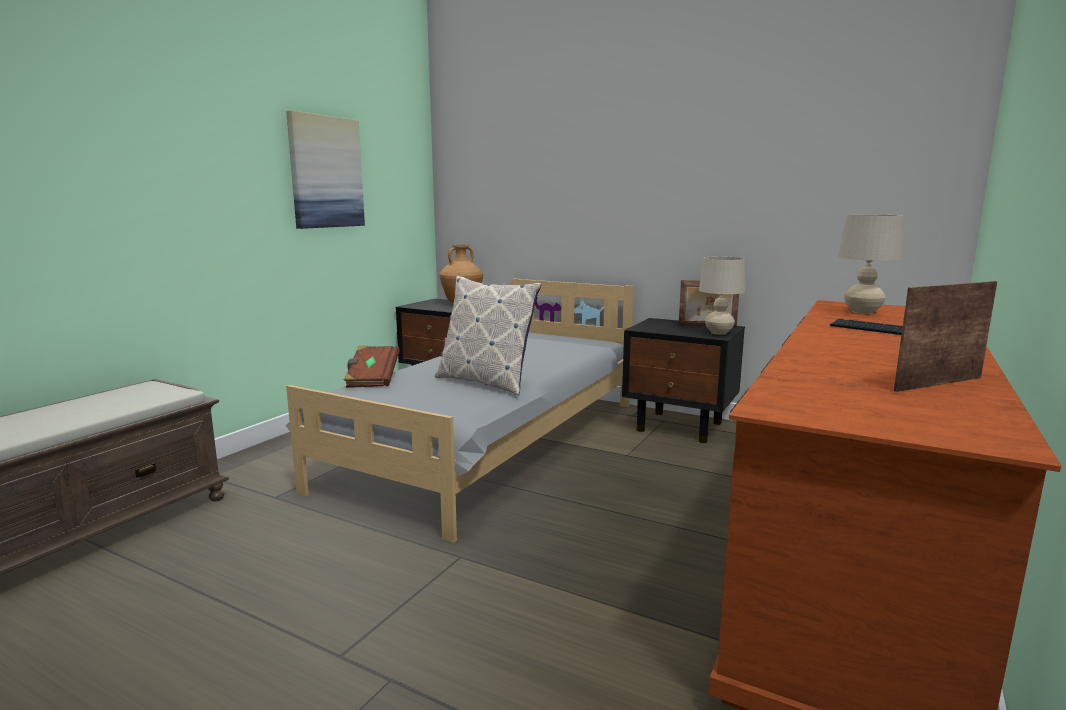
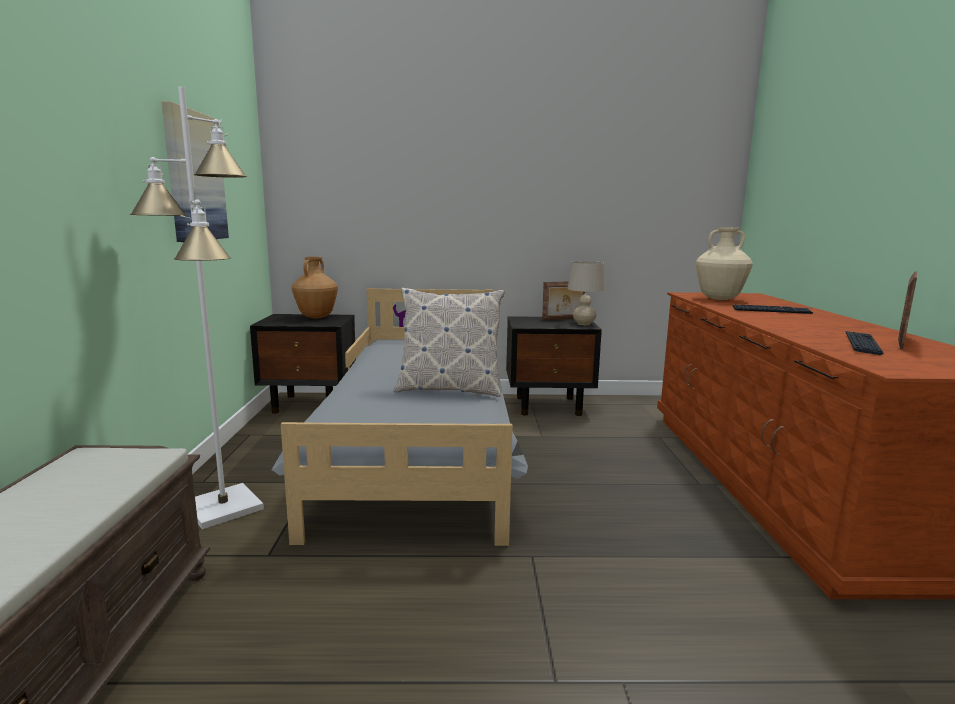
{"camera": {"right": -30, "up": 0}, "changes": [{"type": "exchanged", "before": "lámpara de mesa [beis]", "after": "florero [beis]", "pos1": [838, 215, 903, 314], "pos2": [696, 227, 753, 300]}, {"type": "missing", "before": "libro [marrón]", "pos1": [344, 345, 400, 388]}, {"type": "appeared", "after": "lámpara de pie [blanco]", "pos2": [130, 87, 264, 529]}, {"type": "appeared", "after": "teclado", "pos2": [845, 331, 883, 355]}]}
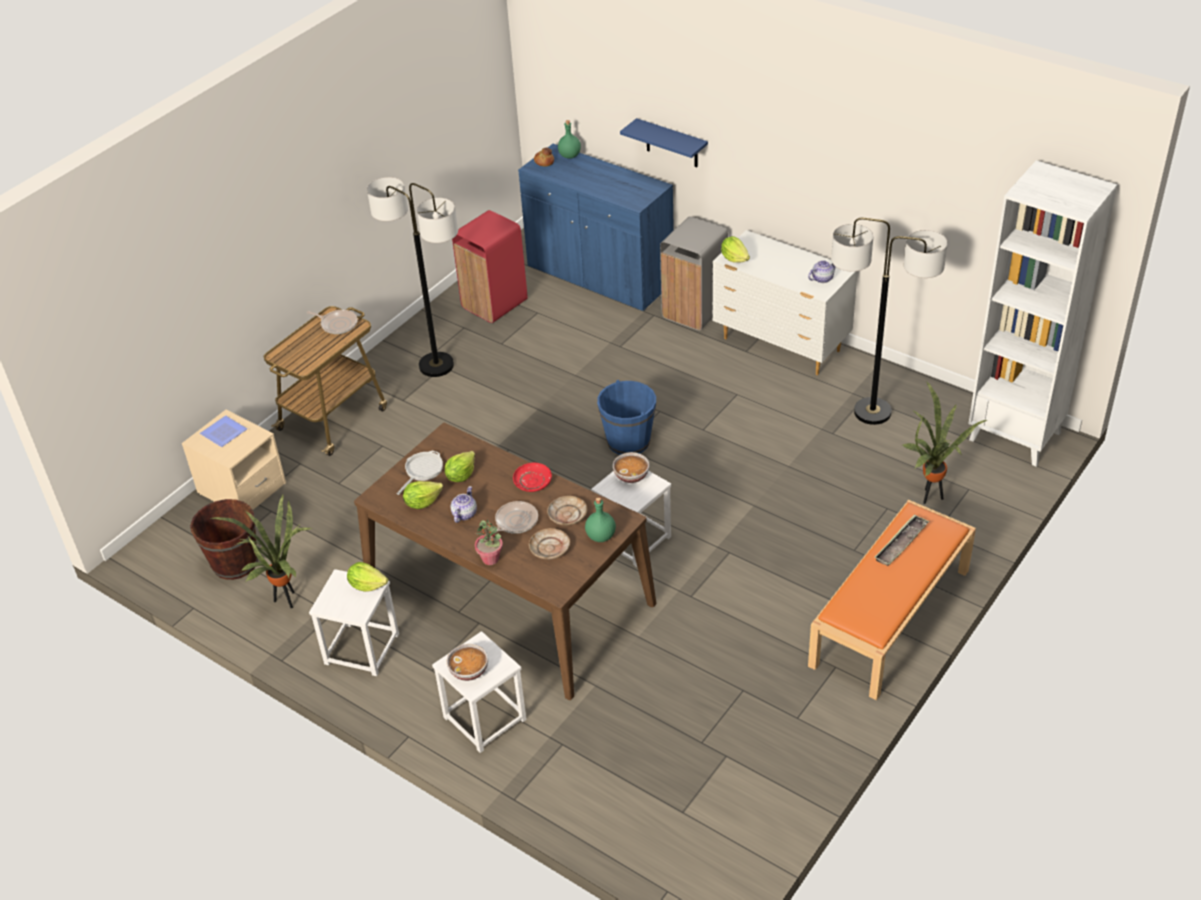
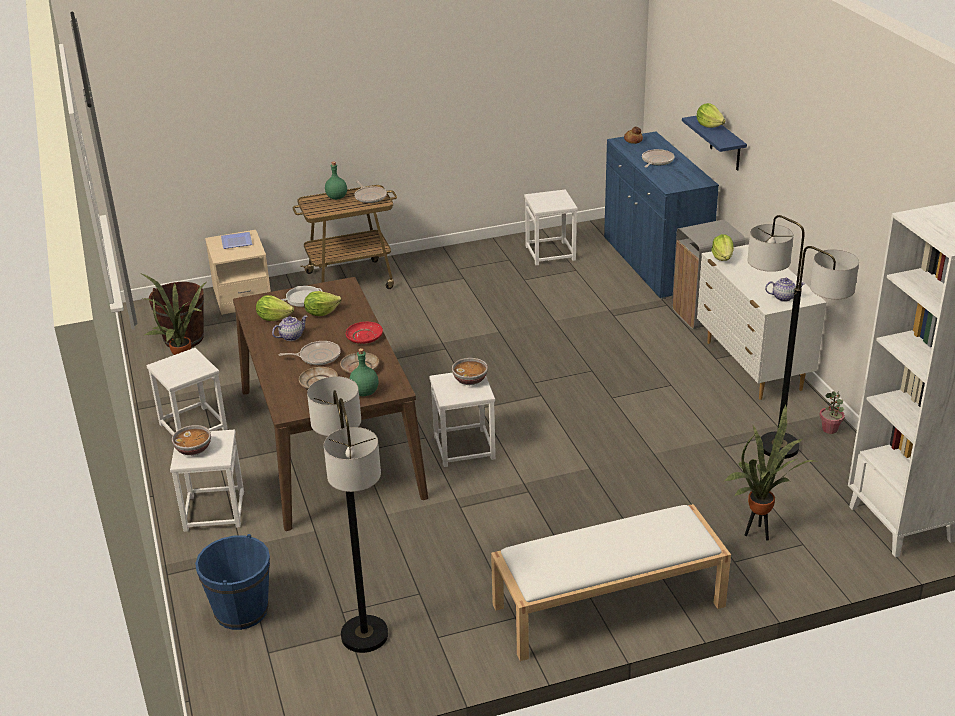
{"camera": {"right": 35, "up": -10}, "changes": [{"type": "relocated", "before": "botella [verde]", "pos1": [558, 120, 581, 159], "pos2": [325, 162, 347, 200]}, {"type": "relocated", "before": "lámpara de pie", "pos1": [367, 177, 458, 377], "pos2": [307, 376, 388, 653]}, {"type": "exchanged", "before": "papelera [rojo]", "after": "taburete [blanco]", "pos1": [452, 210, 527, 323], "pos2": [524, 189, 578, 266]}, {"type": "relocated", "before": "cubo [azul]", "pos1": [597, 380, 656, 455], "pos2": [195, 534, 270, 630]}, {"type": "colour", "before": "banco [naranja]", "after": "banco [blanco]", "pos1": [808, 500, 976, 700], "pos2": [491, 504, 731, 661]}, {"type": "missing", "before": "bandeja", "pos1": [874, 514, 930, 566]}, {"type": "relocated", "before": "planta en maceta", "pos1": [475, 519, 503, 565], "pos2": [819, 391, 845, 434]}, {"type": "relocated", "before": "lechuga", "pos1": [347, 562, 388, 592], "pos2": [696, 103, 726, 128]}, {"type": "appeared", "after": "sartén", "pos2": [642, 149, 675, 168]}]}
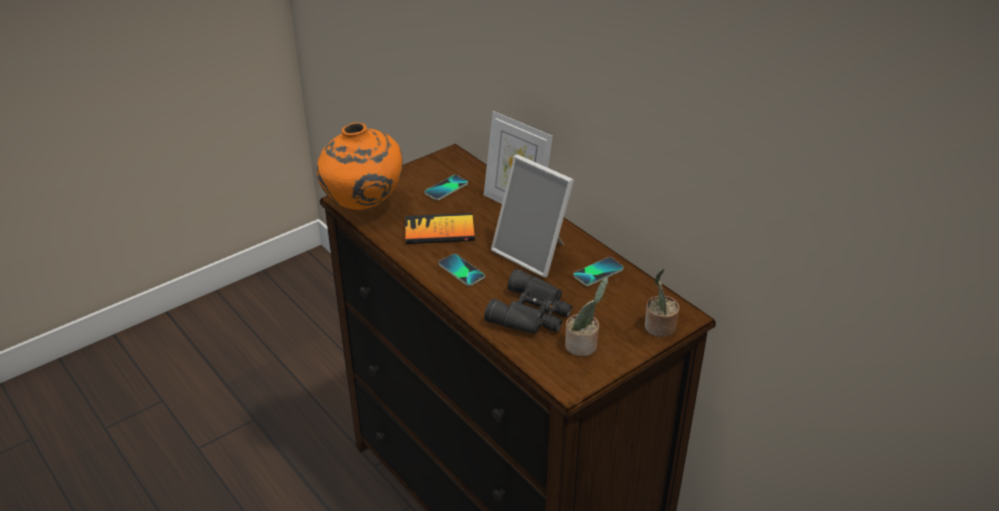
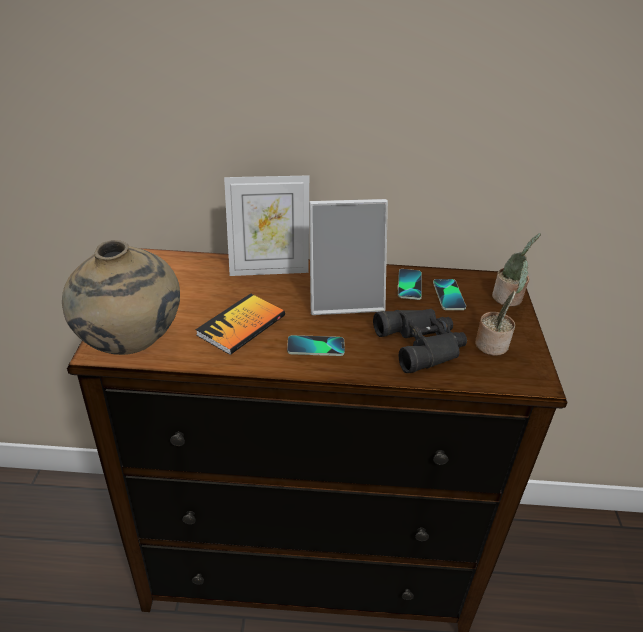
{"camera": {"right": -50, "up": 0}, "changes": [{"type": "colour", "before": "florero [naranja]", "after": "florero [beis]", "pos1": [317, 122, 403, 210], "pos2": [62, 240, 180, 355]}, {"type": "relocated", "before": "móvil", "pos1": [424, 175, 468, 200], "pos2": [433, 279, 466, 310]}]}
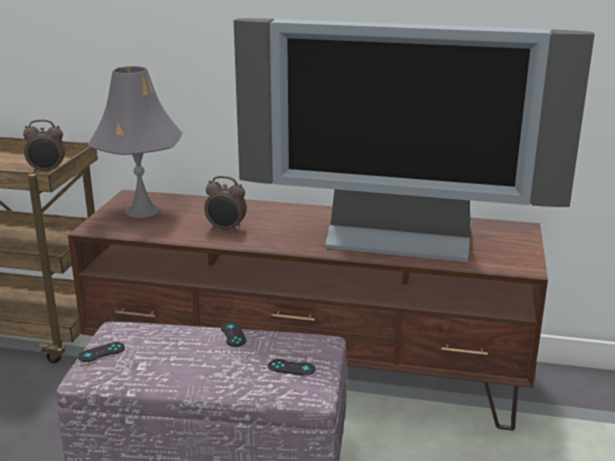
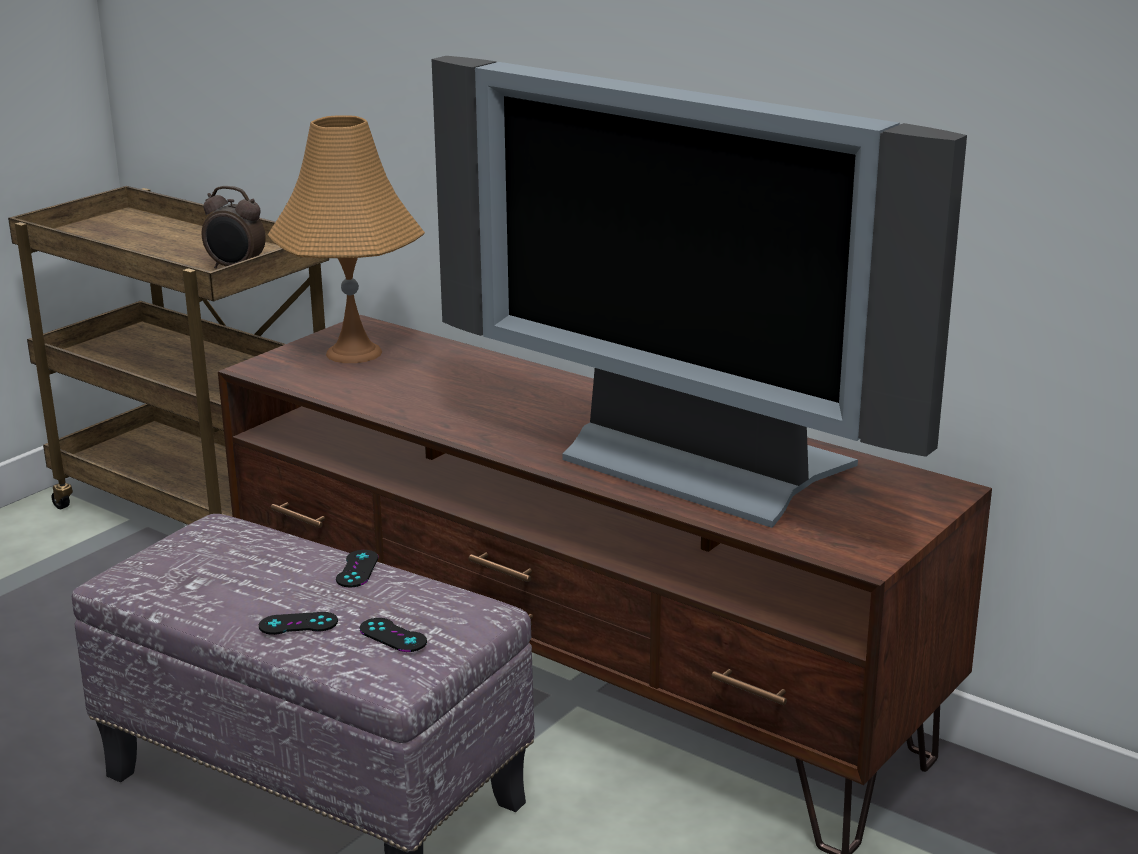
{"camera": {"right": 25, "up": 0}, "changes": [{"type": "colour", "before": "lámpara de mesa [gris]", "after": "lámpara de mesa [naranja]", "pos1": [88, 66, 182, 218], "pos2": [268, 115, 425, 363]}, {"type": "missing", "before": "despertador", "pos1": [204, 176, 247, 233]}, {"type": "relocated", "before": "mando de consola [negro]", "pos1": [78, 342, 125, 362], "pos2": [259, 612, 338, 635]}]}
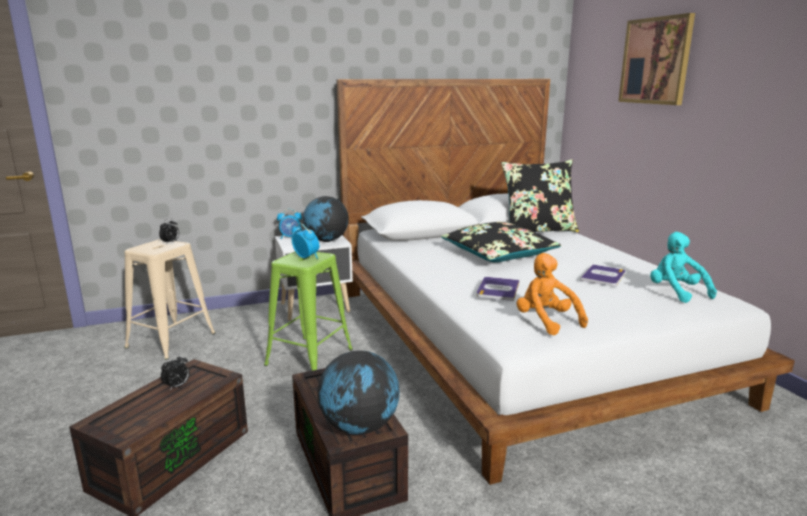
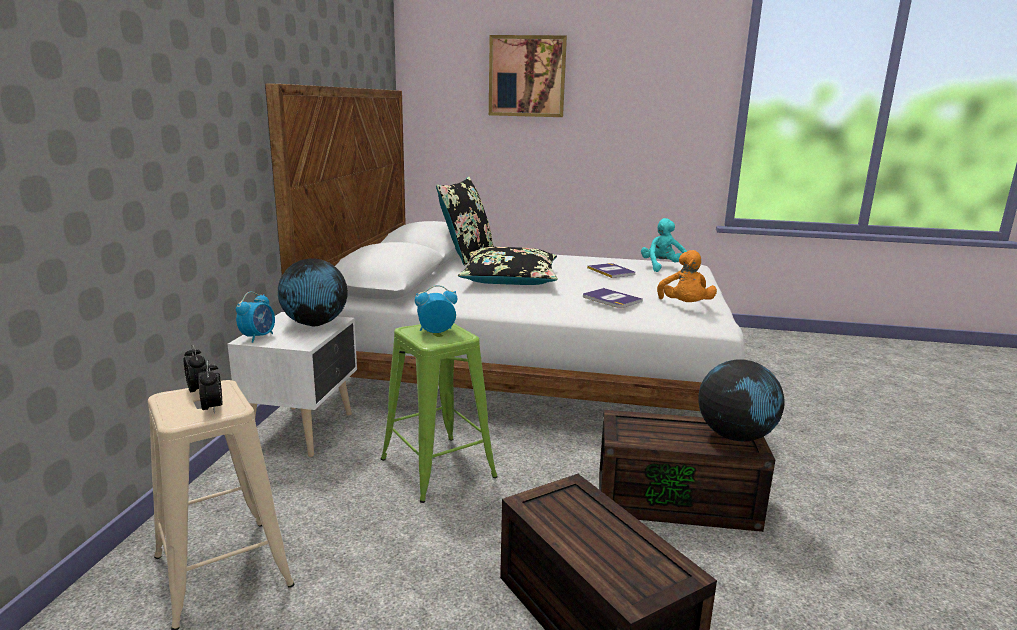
{"camera": {"right": -60, "up": 0}, "changes": [{"type": "spun", "before": "peluche [turquesa]", "pos1": [650, 232, 717, 303], "pos2": [641, 218, 687, 272], "turn": 75}, {"type": "spun", "before": "peluche [naranja]", "pos1": [517, 253, 588, 335], "pos2": [657, 250, 717, 302], "turn": -90}, {"type": "relocated", "before": "despertador", "pos1": [161, 354, 190, 391], "pos2": [198, 360, 222, 414]}]}
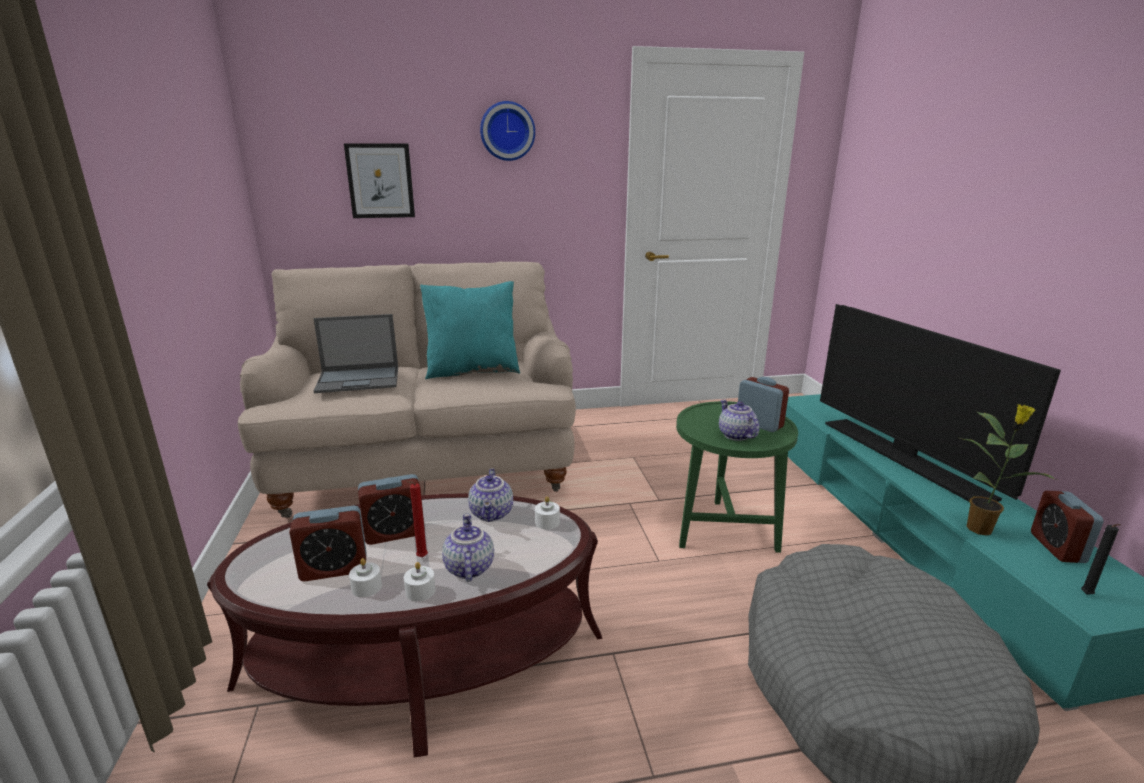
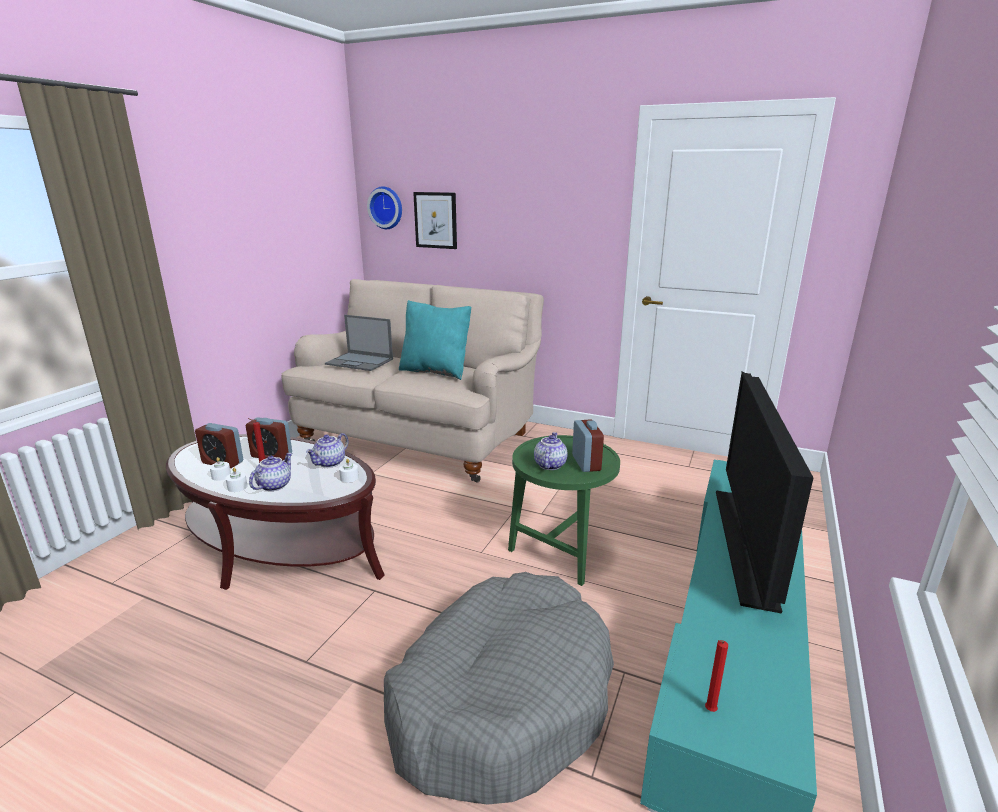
{"camera": {"right": 35, "up": 0}, "changes": [{"type": "relocated", "before": "reloj de pared", "pos1": [480, 101, 535, 161], "pos2": [367, 186, 402, 229]}, {"type": "missing", "before": "planta en maceta", "pos1": [959, 404, 1057, 536]}, {"type": "missing", "before": "despertador", "pos1": [1031, 491, 1104, 563]}, {"type": "colour", "before": "vela [negro]", "after": "vela [rojo]", "pos1": [1081, 524, 1121, 594], "pos2": [705, 640, 728, 712]}]}
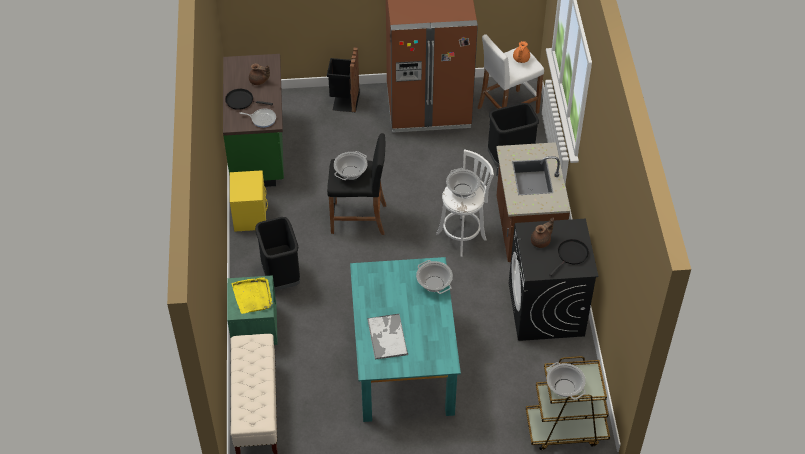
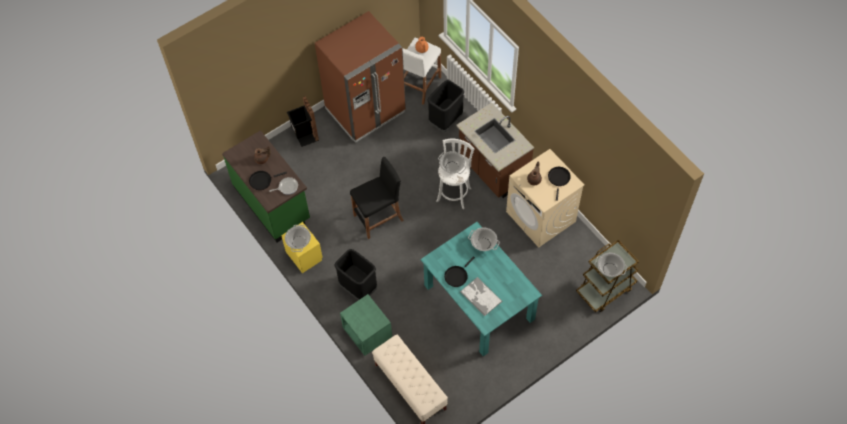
{"camera": {"right": -30, "up": 10}, "changes": [{"type": "relocated", "before": "olla", "pos1": [334, 151, 368, 180], "pos2": [285, 225, 311, 252]}, {"type": "colour", "before": "lavadora [negro]", "after": "lavadora [beis]", "pos1": [509, 219, 599, 341], "pos2": [506, 149, 584, 248]}, {"type": "missing", "before": "bandeja [amarillo]", "pos1": [232, 277, 272, 314]}, {"type": "appeared", "after": "sartén [negro]", "pos2": [444, 256, 475, 287]}]}
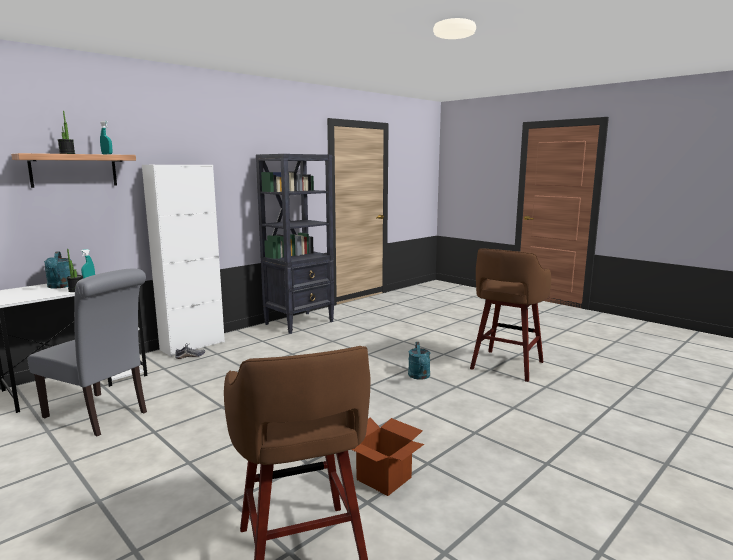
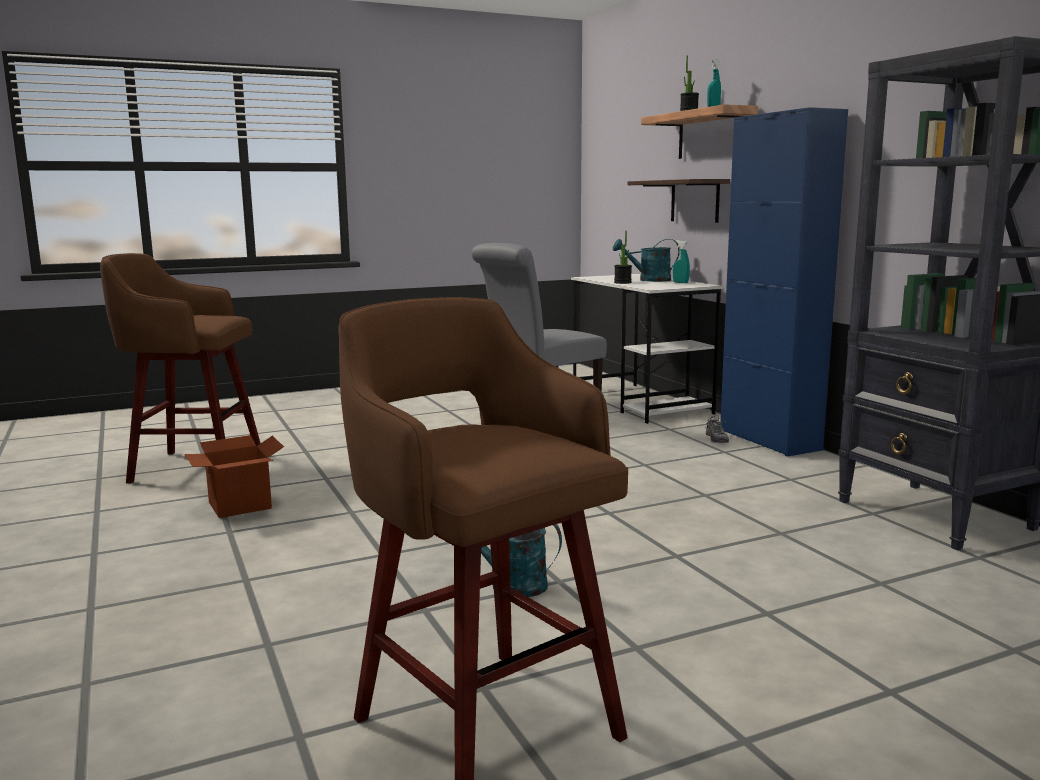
{"camera": {"right": 110, "up": 0}, "changes": [{"type": "colour", "before": "armario [blanco]", "after": "armario [azul]", "pos1": [142, 165, 225, 357], "pos2": [720, 107, 848, 457]}, {"type": "appeared", "after": "estante", "pos2": [628, 179, 730, 223]}]}
